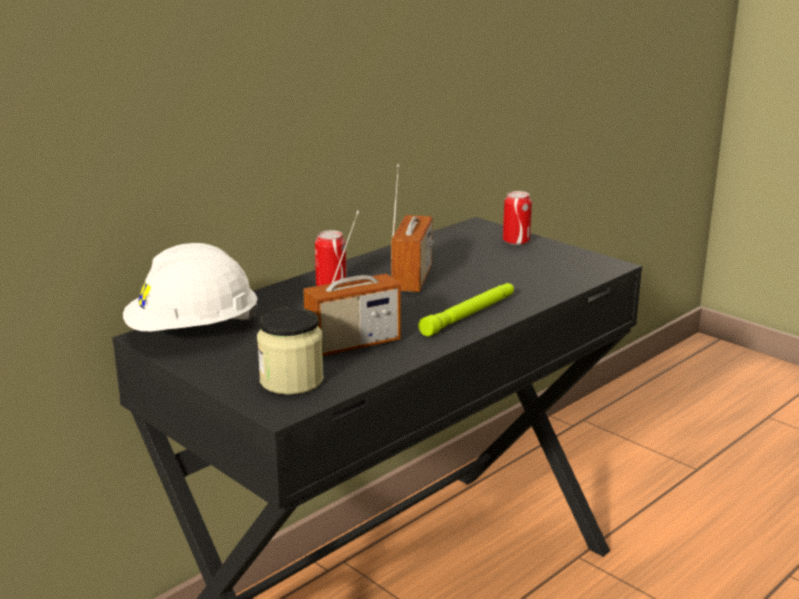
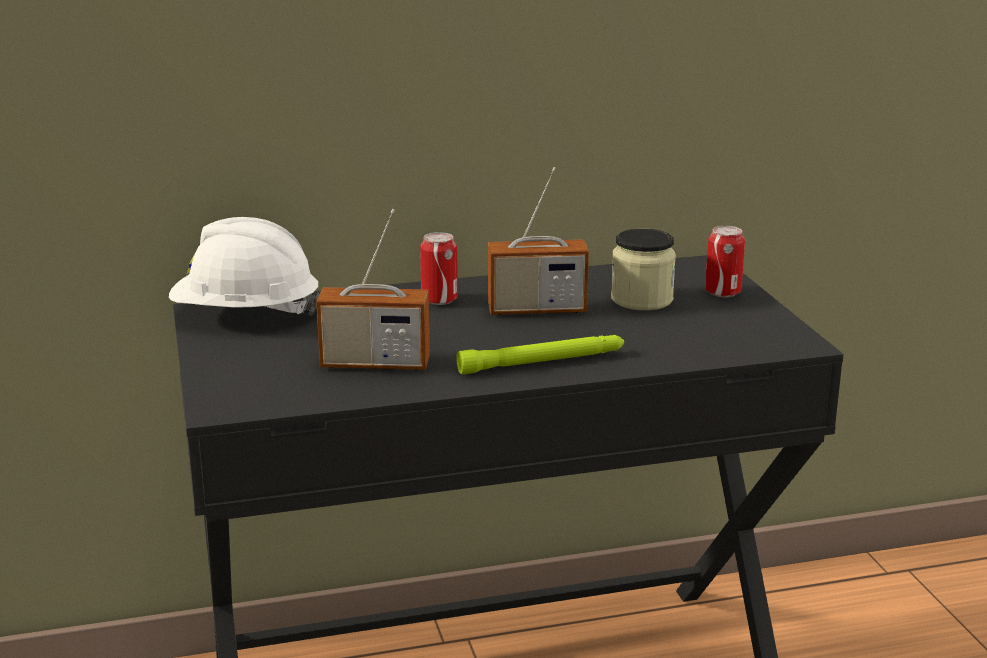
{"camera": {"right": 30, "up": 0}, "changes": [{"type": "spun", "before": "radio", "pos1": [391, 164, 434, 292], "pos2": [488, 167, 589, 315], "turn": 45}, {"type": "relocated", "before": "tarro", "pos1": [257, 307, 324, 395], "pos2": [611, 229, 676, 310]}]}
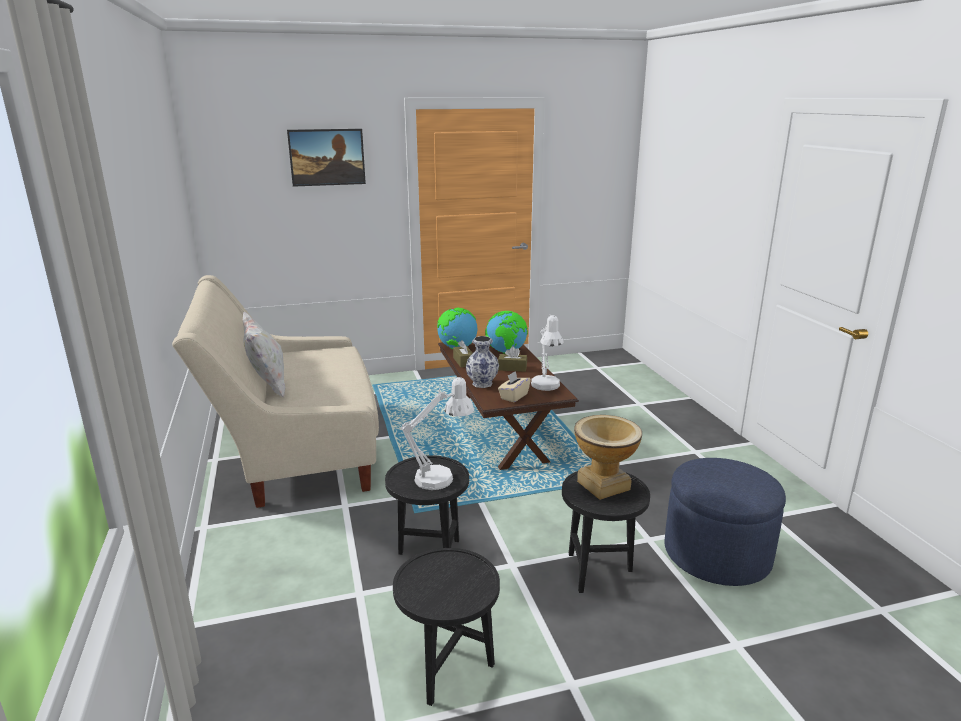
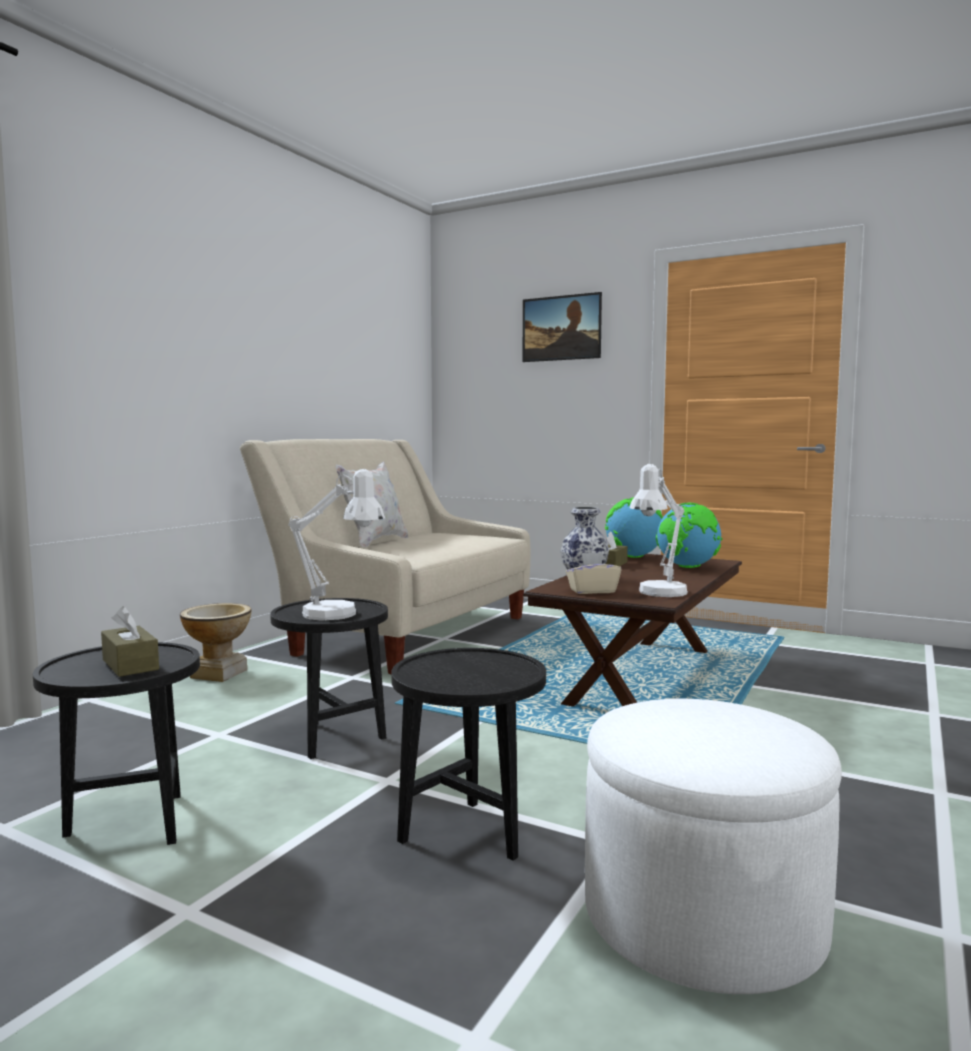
{"camera": {"right": 45, "up": -15}, "changes": [{"type": "relocated", "before": "caja de pañuelos [marrón]", "pos1": [498, 346, 527, 372], "pos2": [101, 606, 159, 677]}, {"type": "relocated", "before": "florero", "pos1": [574, 415, 642, 500], "pos2": [180, 603, 251, 682]}, {"type": "colour", "before": "puf [azul]", "after": "puf [blanco]", "pos1": [665, 458, 786, 586], "pos2": [585, 699, 842, 994]}]}
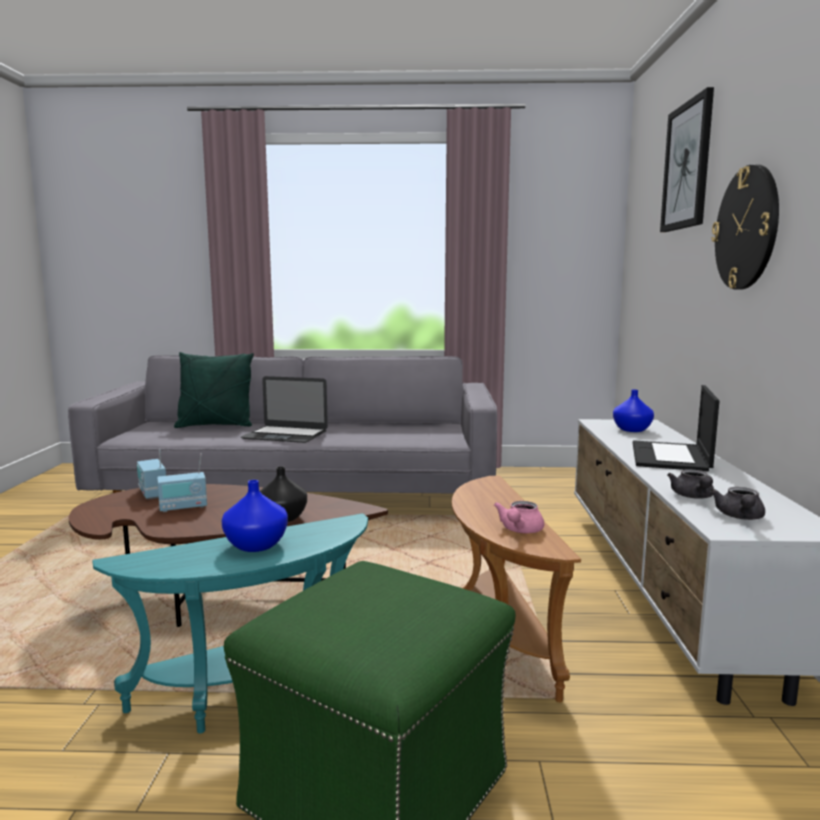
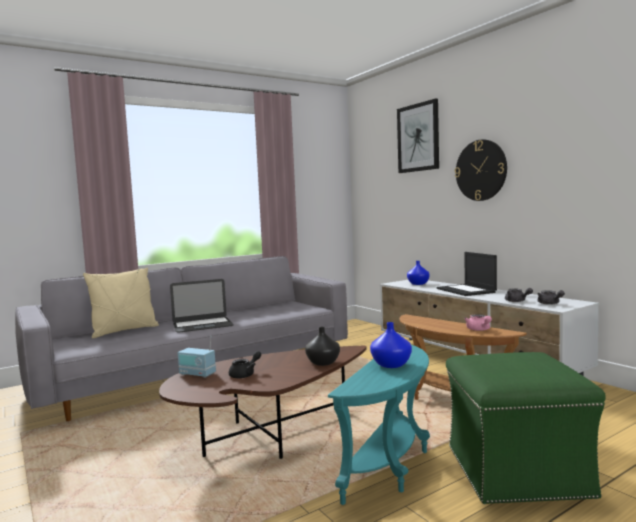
{"camera": {"right": -35, "up": -5}, "changes": [{"type": "colour", "before": "cojín [verde]", "after": "cojín [beis]", "pos1": [174, 352, 254, 428], "pos2": [83, 267, 159, 338]}, {"type": "exchanged", "before": "radio", "after": "tetera [negro]", "pos1": [157, 453, 207, 512], "pos2": [229, 351, 261, 378]}]}
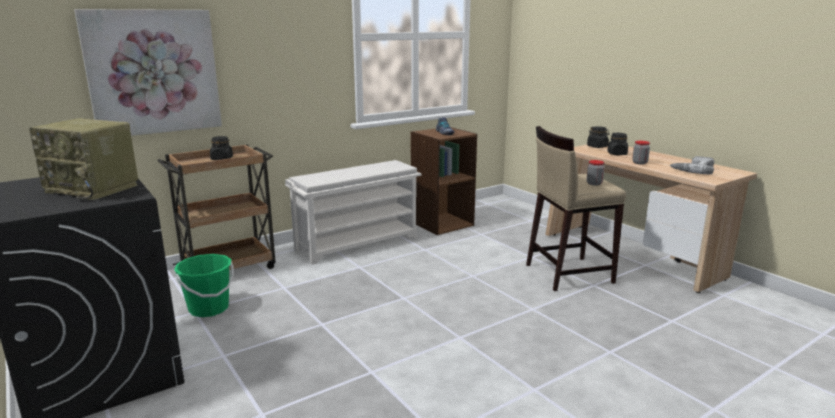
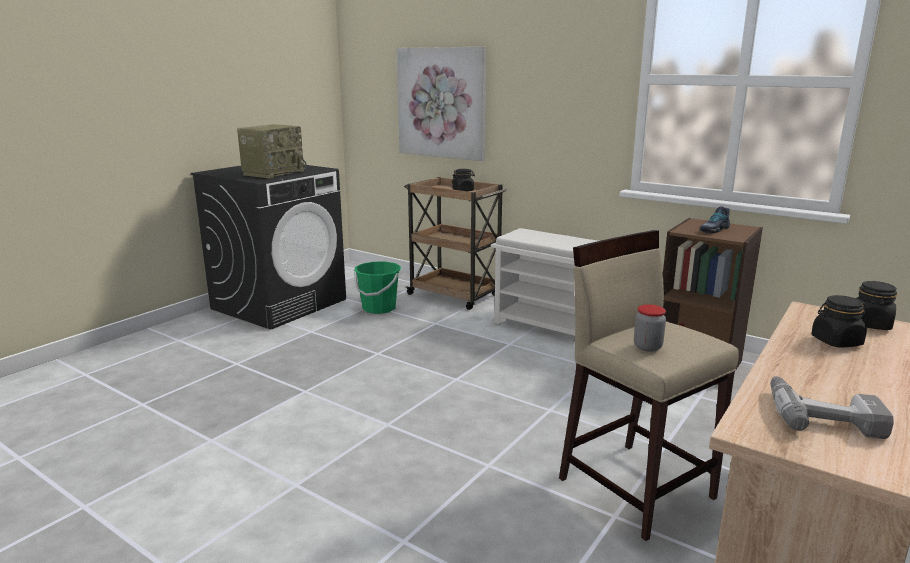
{"camera": {"right": 70, "up": 0}, "changes": [{"type": "spun", "before": "radio", "pos1": [29, 118, 138, 200], "pos2": [237, 124, 307, 179], "turn": -150}, {"type": "missing", "before": "tarro", "pos1": [632, 141, 650, 164]}]}
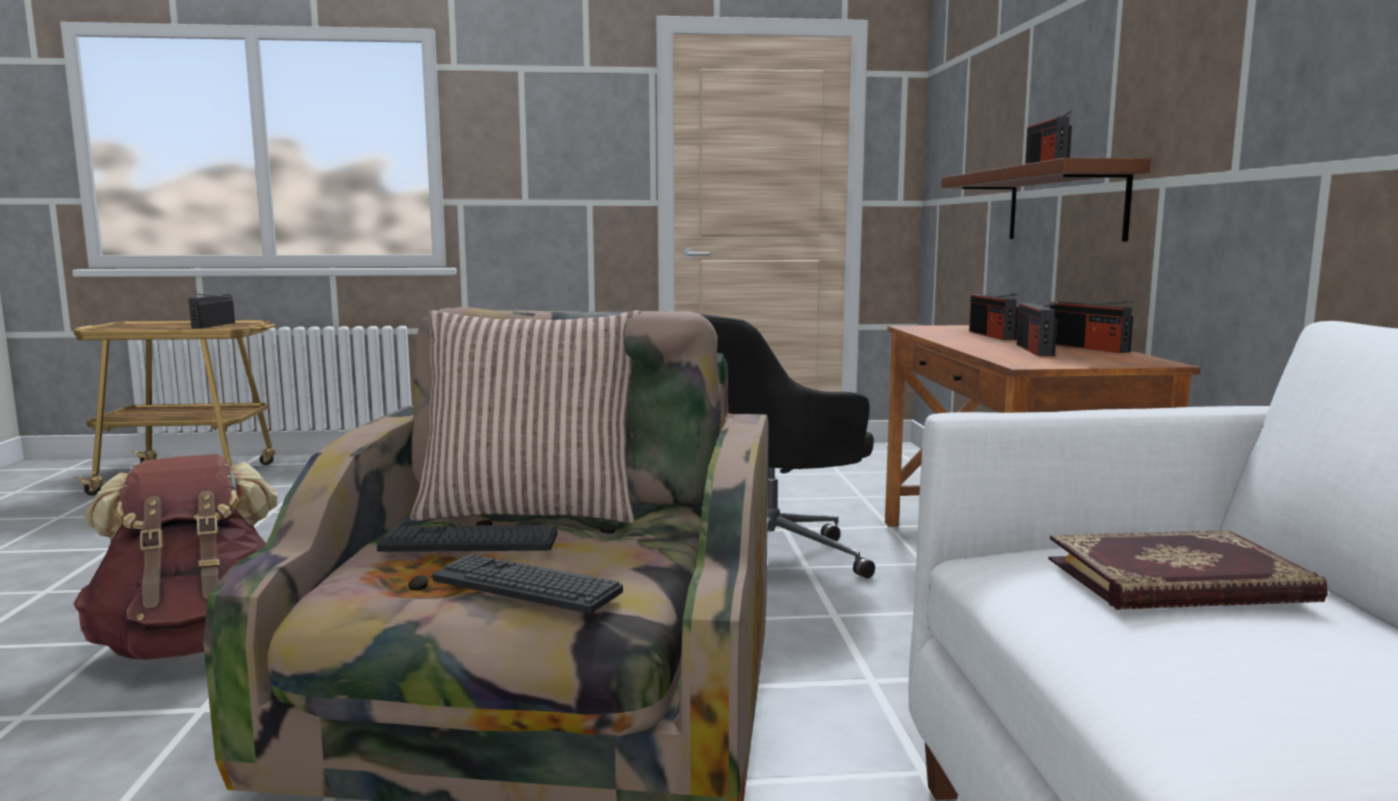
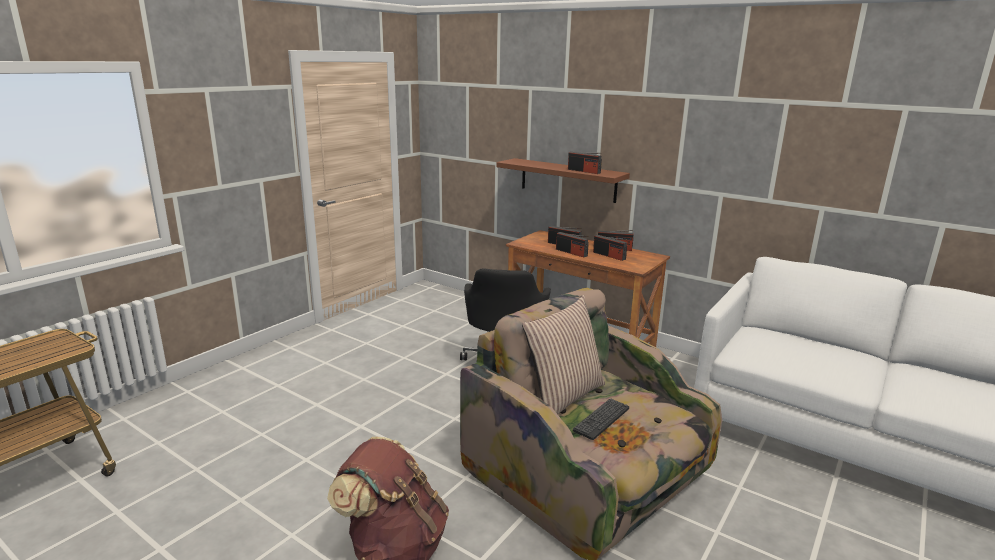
{"camera": {"right": -50, "up": 10}, "changes": [{"type": "relocated", "before": "radio", "pos1": [189, 294, 235, 329], "pos2": [556, 232, 589, 257]}, {"type": "missing", "before": "libro", "pos1": [1048, 530, 1328, 610]}, {"type": "missing", "before": "teclado", "pos1": [432, 554, 623, 613]}]}
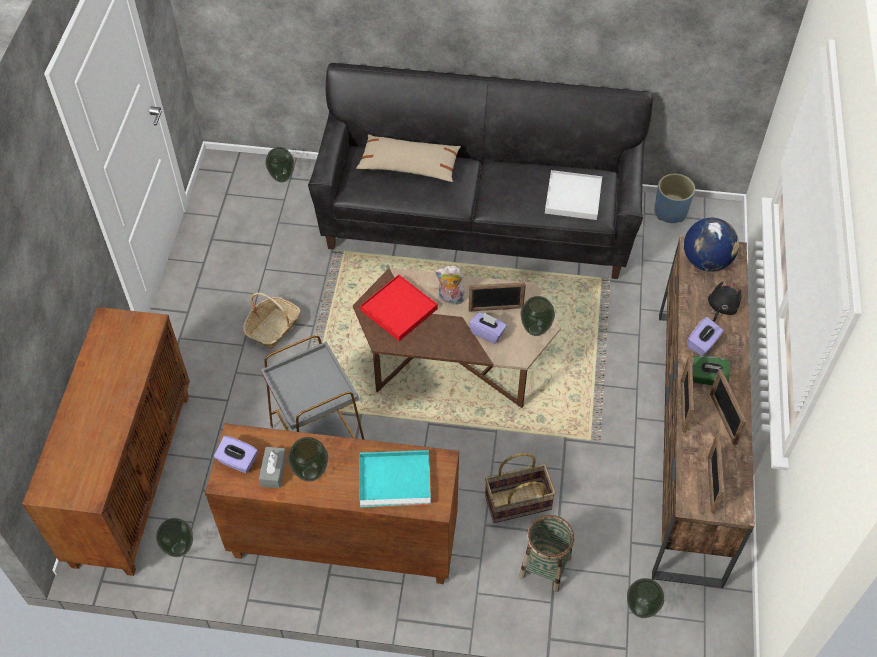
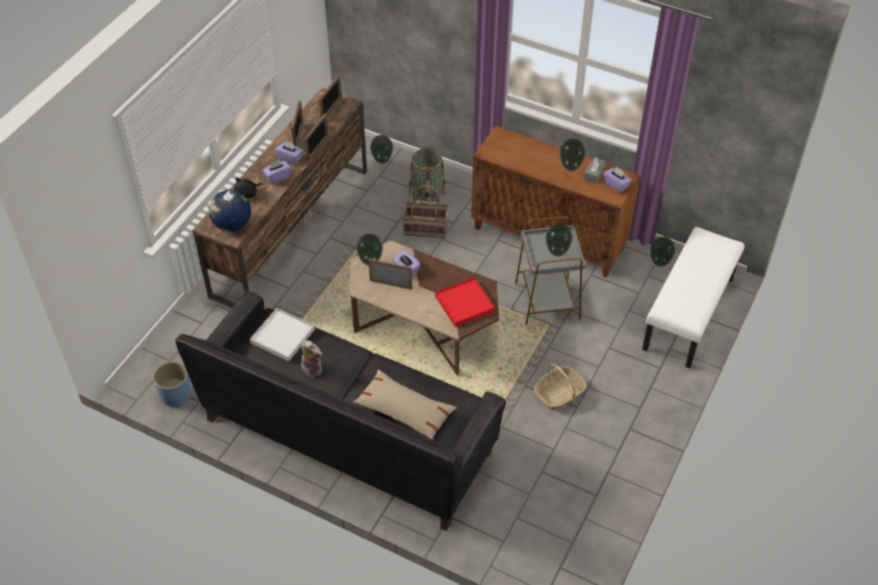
{"camera": {"right": -160, "up": -5}, "changes": [{"type": "relocated", "before": "florero", "pos1": [265, 147, 294, 182], "pos2": [546, 224, 573, 257]}, {"type": "relocated", "before": "peluche", "pos1": [434, 266, 465, 305], "pos2": [301, 340, 323, 377]}, {"type": "exchanged", "before": "armario [marrón]", "after": "banco [blanco]", "pos1": [22, 307, 190, 576], "pos2": [642, 227, 744, 368]}, {"type": "colour", "before": "caja de pañuelos [verde]", "after": "caja de pañuelos [morado]", "pos1": [693, 356, 730, 385], "pos2": [275, 141, 303, 165]}, {"type": "missing", "before": "bandeja [turquesa]", "pos1": [360, 450, 431, 507]}]}
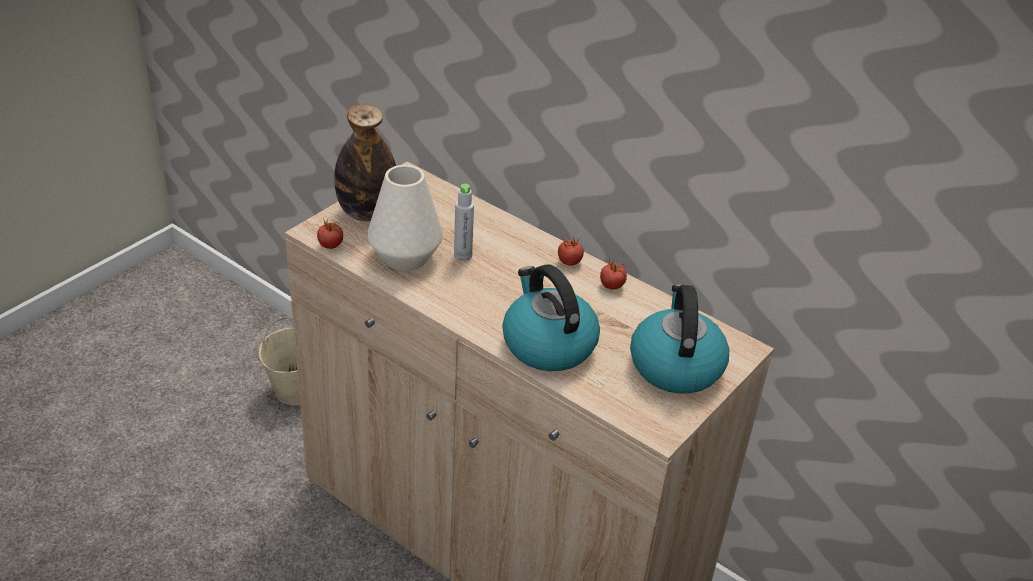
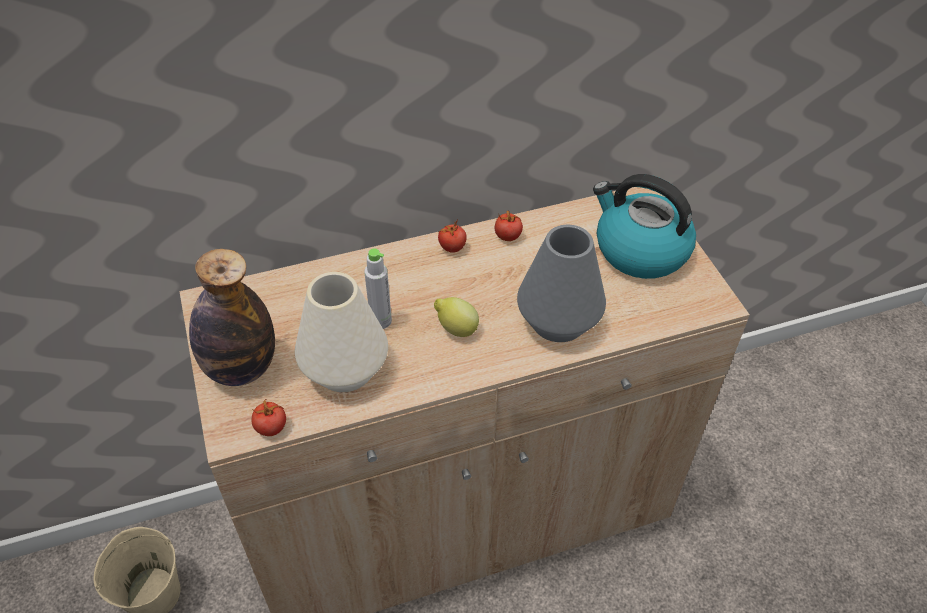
{"camera": {"right": -55, "up": 10}, "changes": [{"type": "exchanged", "before": "hervidor", "after": "florero [gris]", "pos1": [502, 264, 600, 371], "pos2": [517, 225, 606, 342]}, {"type": "appeared", "after": "limón", "pos2": [434, 297, 479, 337]}]}
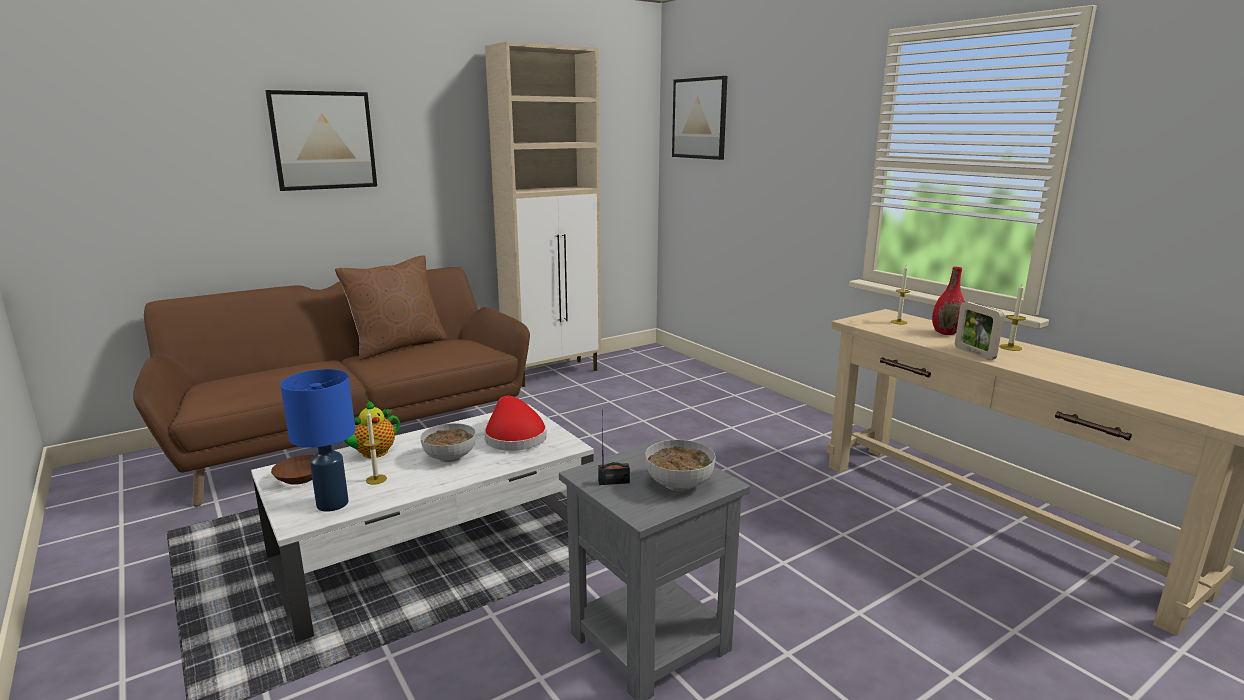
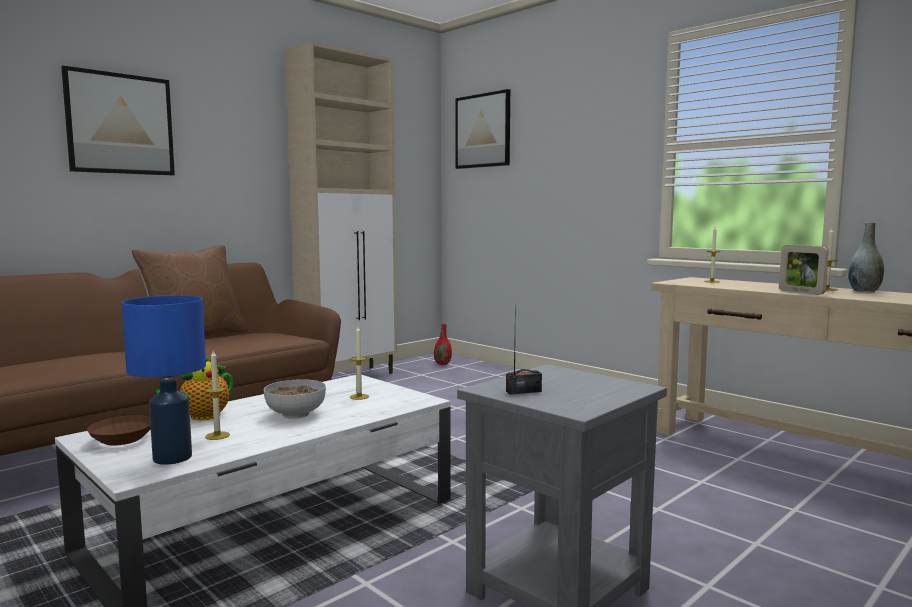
{"camera": {"right": -10, "up": -10}, "changes": [{"type": "relocated", "before": "florero [rojo]", "pos1": [932, 266, 965, 335], "pos2": [434, 324, 452, 365]}, {"type": "exchanged", "before": "sombrero [rojo]", "after": "vela", "pos1": [484, 396, 547, 451], "pos2": [350, 327, 369, 400]}, {"type": "missing", "before": "cuenco", "pos1": [645, 440, 716, 491]}, {"type": "appeared", "after": "florero [gris]", "pos2": [848, 223, 884, 292]}]}
